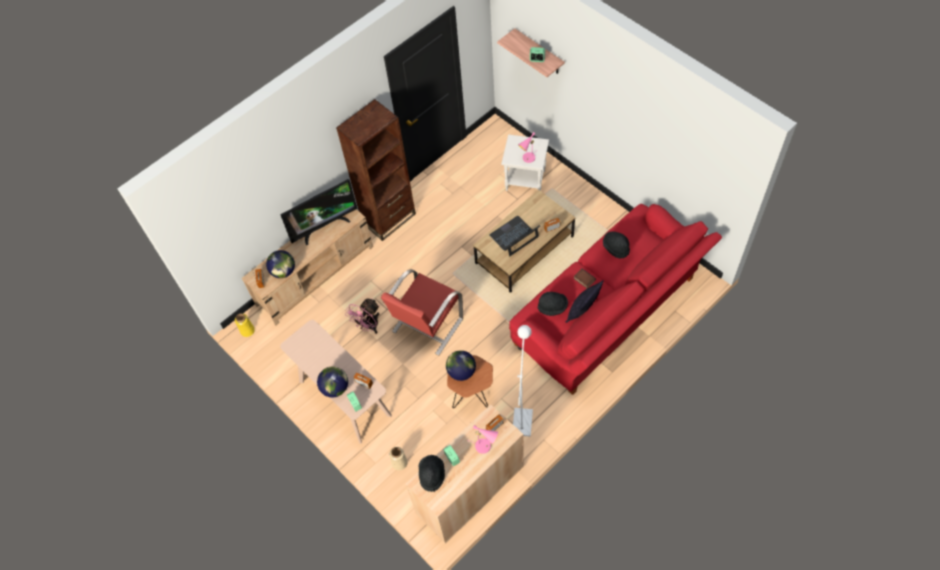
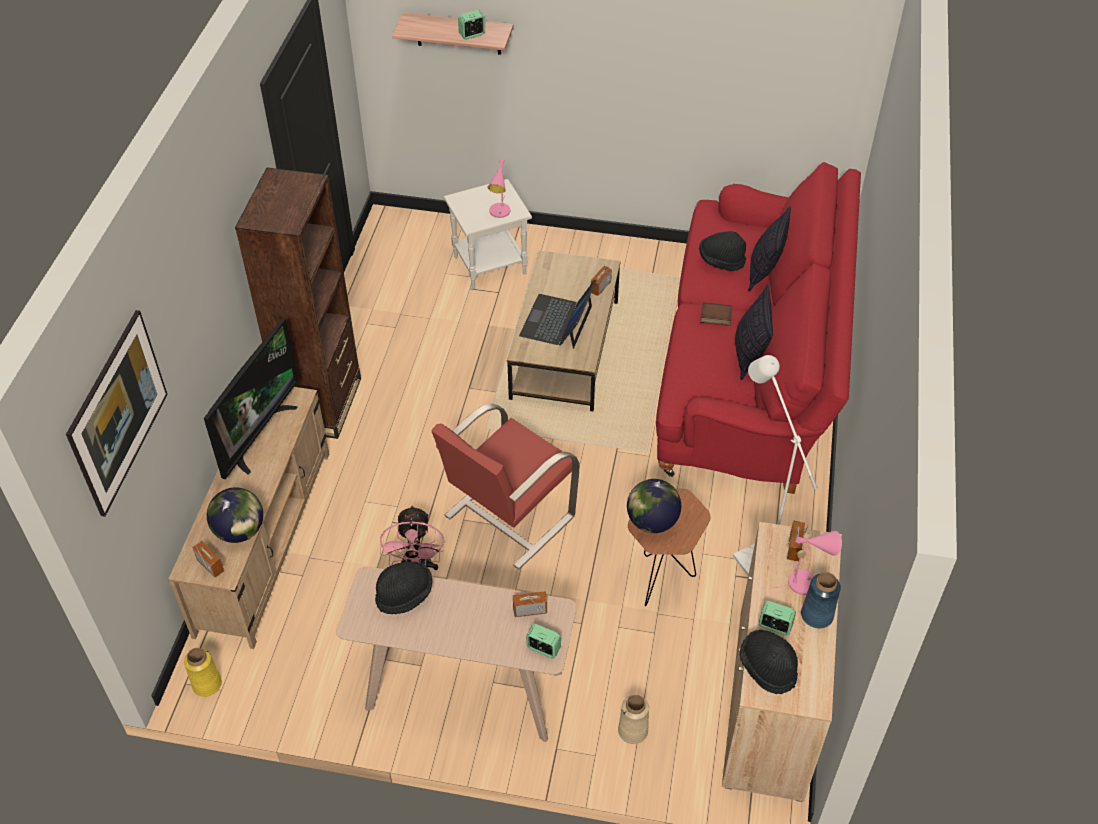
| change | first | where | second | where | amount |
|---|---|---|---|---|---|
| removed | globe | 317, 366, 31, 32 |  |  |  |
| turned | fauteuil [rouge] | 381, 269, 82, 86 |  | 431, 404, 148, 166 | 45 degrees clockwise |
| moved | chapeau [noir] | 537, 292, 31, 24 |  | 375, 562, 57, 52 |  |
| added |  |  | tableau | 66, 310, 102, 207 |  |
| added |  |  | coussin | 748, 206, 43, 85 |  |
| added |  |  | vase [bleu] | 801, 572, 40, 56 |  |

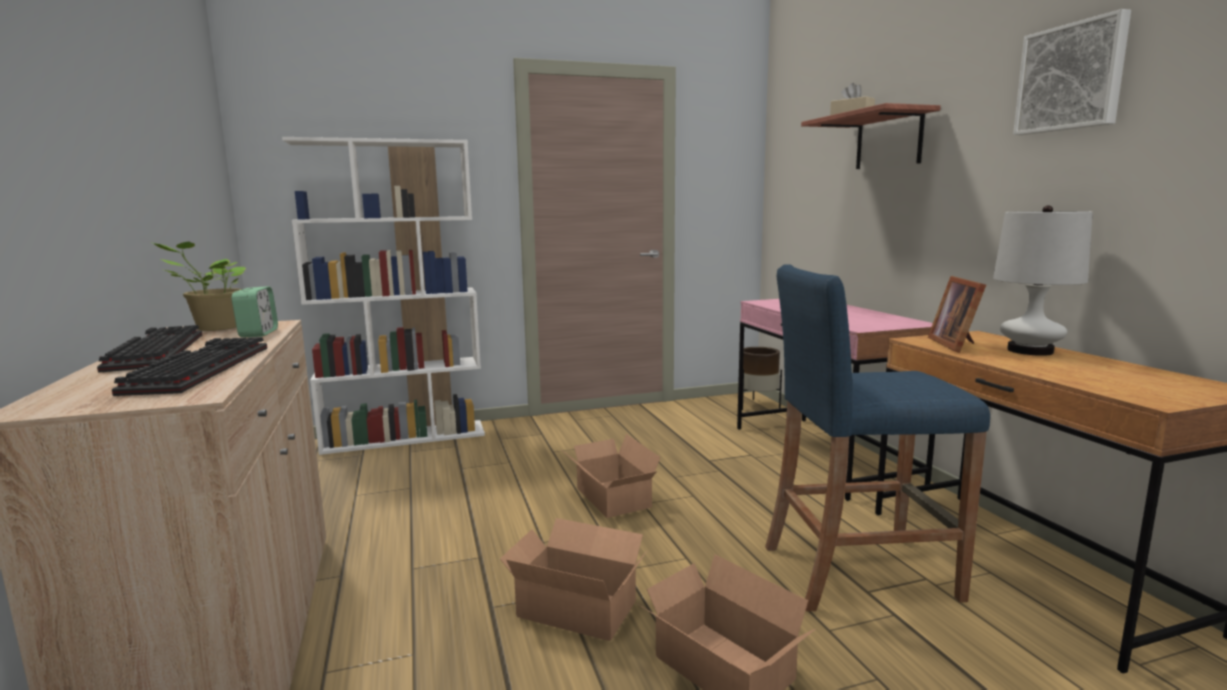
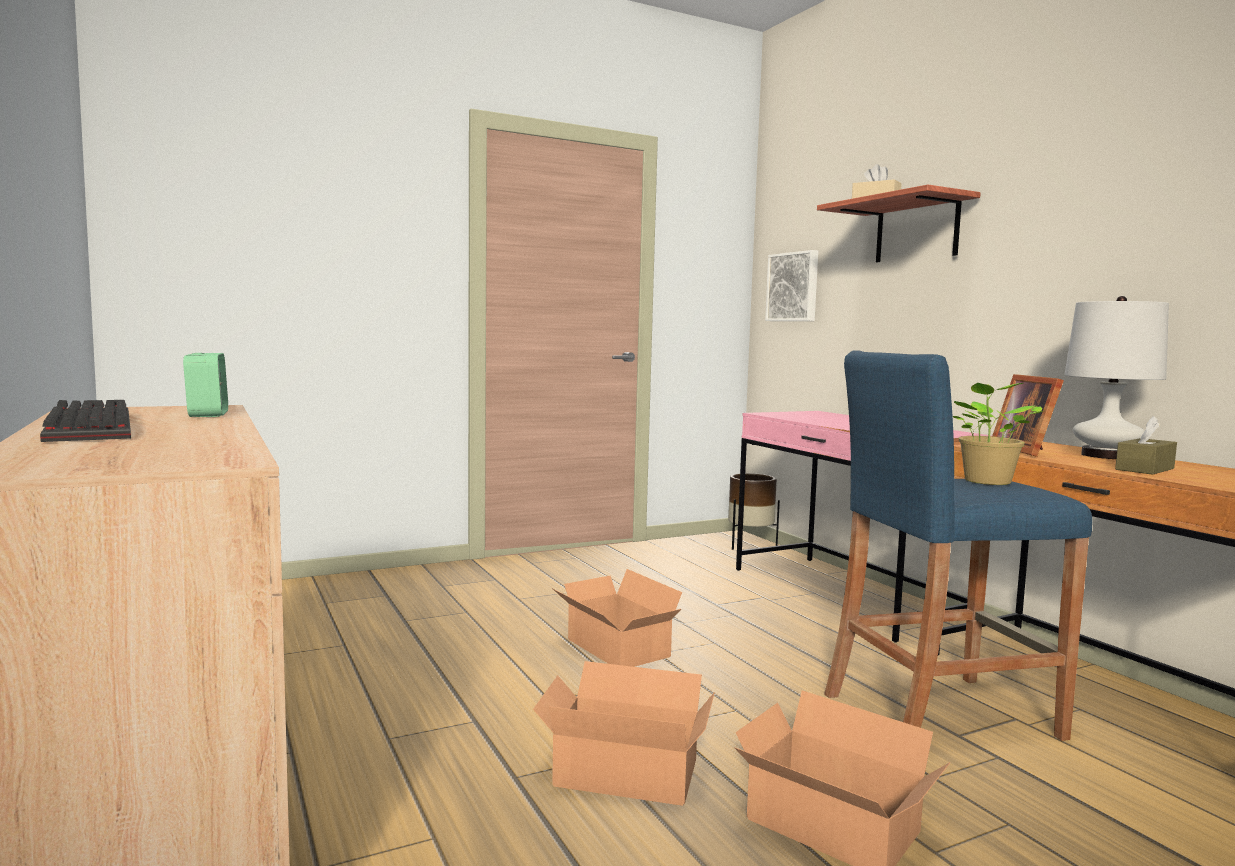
| change | first | where | second | where | amount |
|---|---|---|---|---|---|
| removed | clavier | 112, 337, 155, 59 |  |  |  |
| moved | plante en pot | 153, 242, 93, 89 |  | 953, 383, 90, 102 |  |
| removed | bibliothèque [blanc] | 282, 137, 203, 318 |  |  |  |
| moved | tableau | 1013, 9, 118, 126 |  | 765, 250, 53, 71 |  |
| added |  |  | boîte à mouchoirs [marron] | 1115, 416, 62, 59 |  |

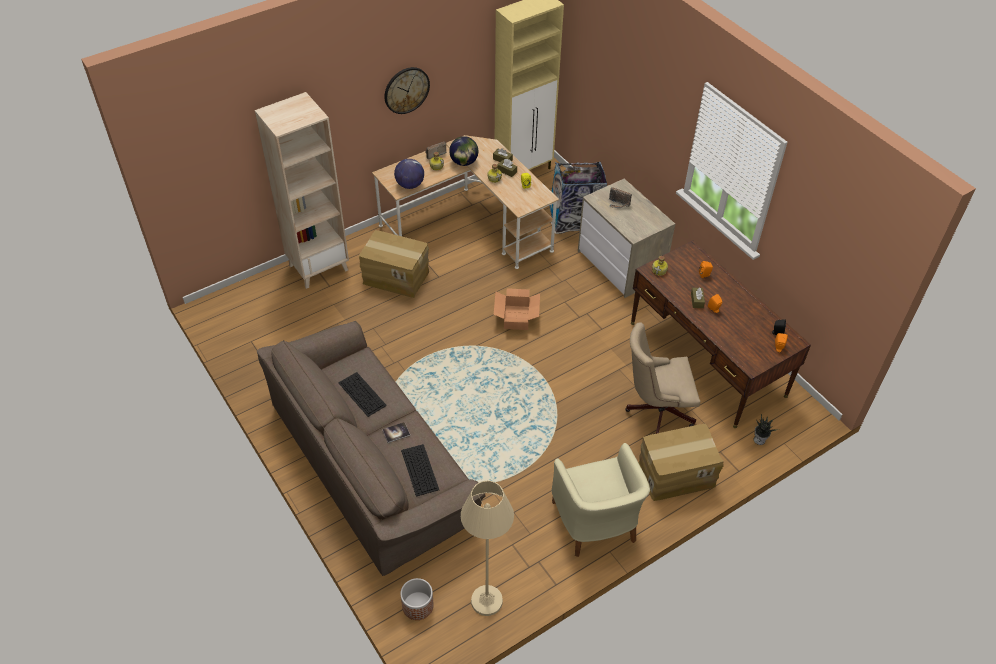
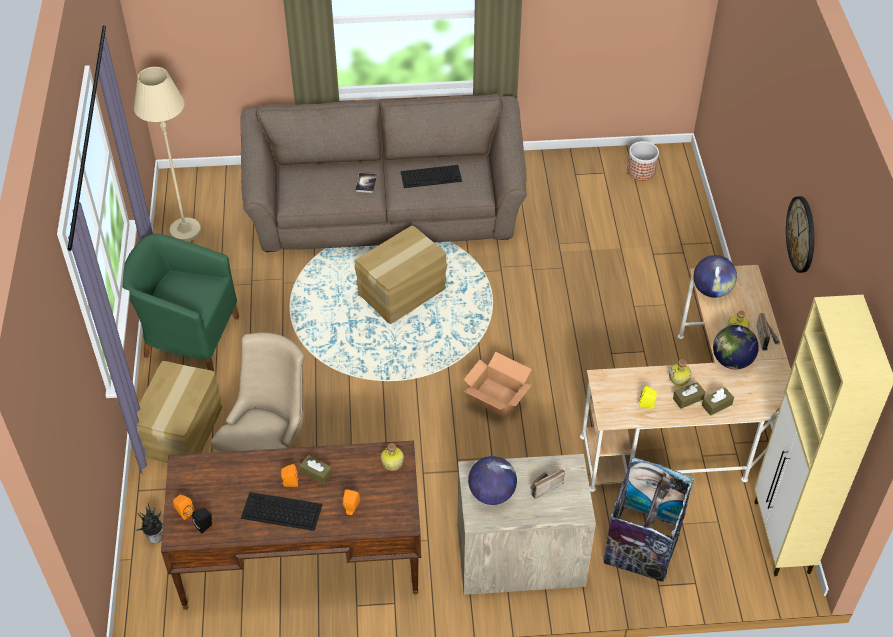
| change | first | where | second | where | amount |
|---|---|---|---|---|---|
| removed | bibliothèque [beige] | 255, 92, 94, 197 |  |  |  |
| moved | carton | 359, 230, 70, 68 |  | 354, 225, 93, 99 |  |
| moved | cache-pot | 400, 578, 34, 42 |  | 627, 141, 32, 40 |  |
| moved | clavier | 401, 444, 38, 53 |  | 241, 492, 81, 39 |  |
| recoloured | fauteuil [beige] | 552, 443, 98, 114 | fauteuil [vert] | 122, 234, 117, 137 |  |
| added |  |  | globe | 468, 456, 49, 49 |  |

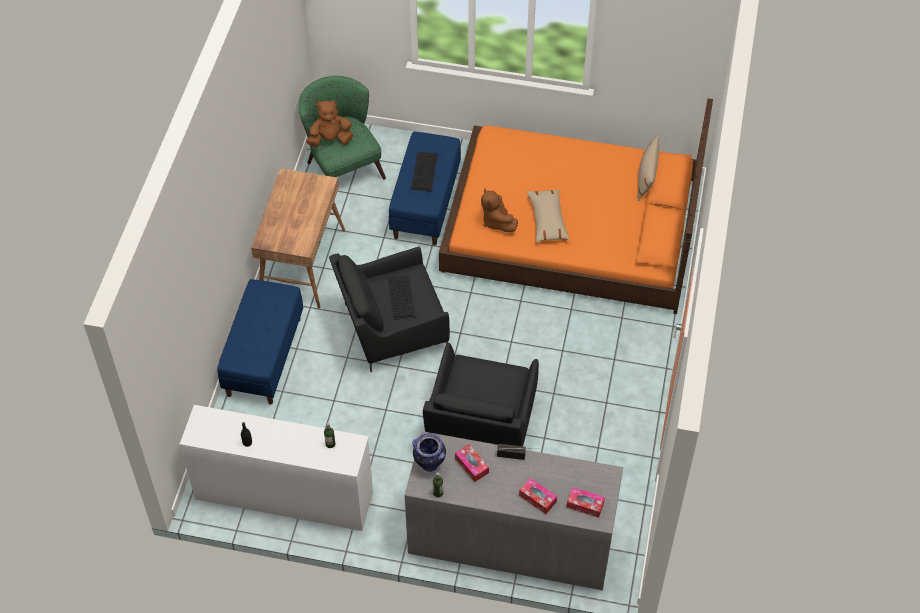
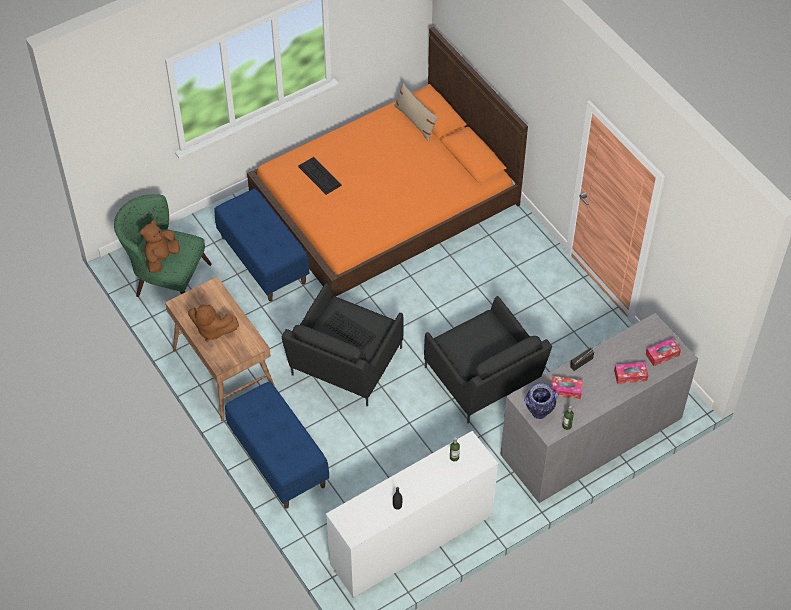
| change | first | where | second | where | amount |
|---|---|---|---|---|---|
| moved | clavier | 411, 152, 27, 39 |  | 298, 157, 44, 38 |  |
| moved | peluche [marron] | 481, 189, 37, 43 |  | 188, 304, 51, 38 |  |
| removed | coussin [beige] | 527, 189, 42, 54 |  |  |  |

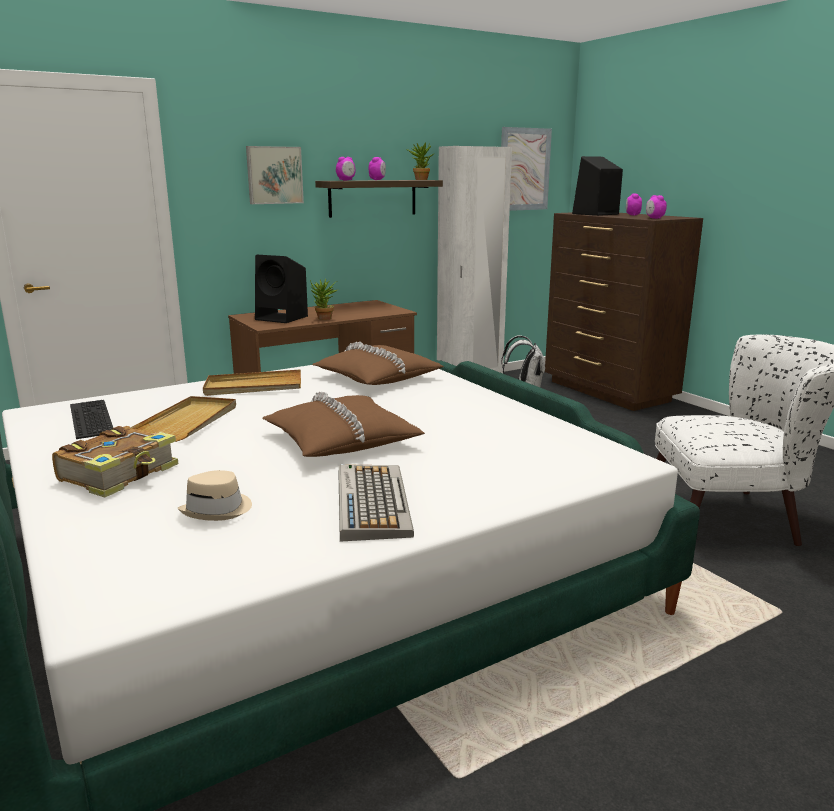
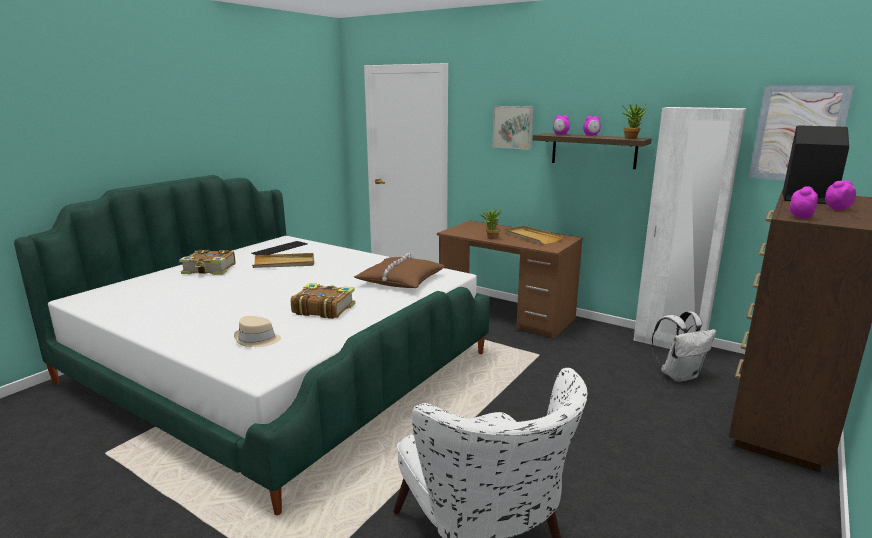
| change | first | where | second | where | amount |
|---|---|---|---|---|---|
| moved | chapeau [beige] | 178, 470, 74, 51 |  | 234, 316, 47, 31 |  |
| moved | plateau [beige] | 203, 369, 98, 27 |  | 504, 226, 59, 18 |  |
| removed | enceinte [noir] | 255, 255, 53, 68 |  |  |  |
| removed | coussin [marron] | 262, 391, 163, 66 |  |  |  |
| removed | clavier | 339, 464, 75, 78 |  |  |  |
| added |  |  | livre | 291, 283, 64, 36 |  |

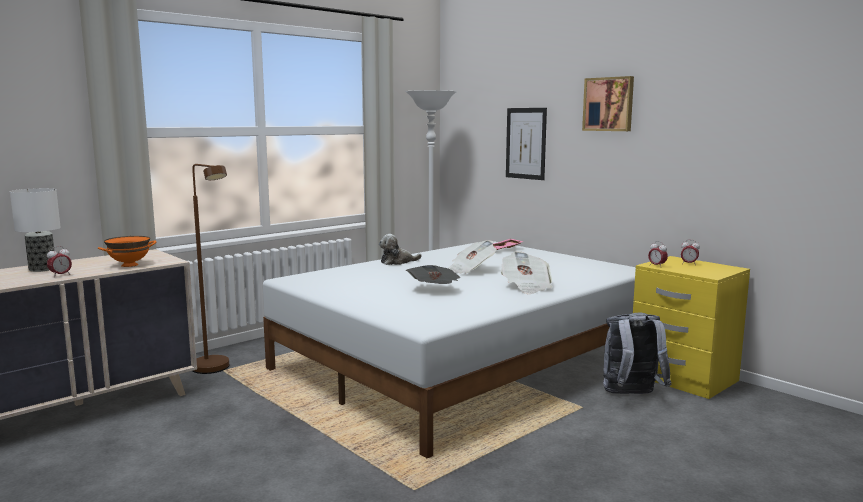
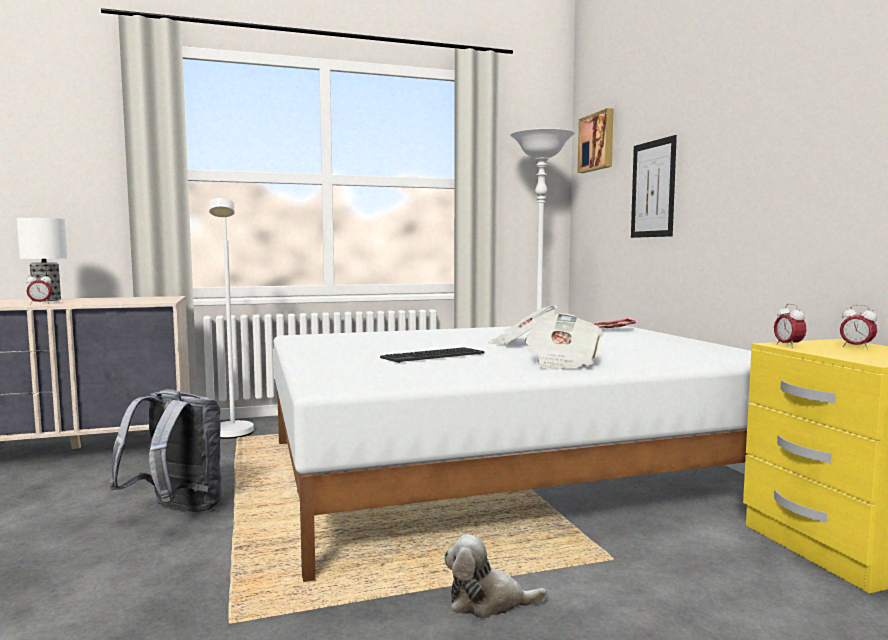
| change | first | where | second | where | amount |
|---|---|---|---|---|---|
| removed | bol [orange] | 98, 236, 58, 31 |  |  |  |
| recoloured | lampadaire [marron] | 192, 164, 37, 210 | lampadaire [blanc] | 209, 198, 45, 241 |  |
| moved | peluche | 379, 234, 43, 31 |  | 444, 534, 103, 85 |  |
| replaced | journal | 406, 265, 54, 19 | clavier | 380, 347, 105, 16 |  |
| moved | tableau | 582, 76, 52, 55 |  | 578, 108, 35, 65 |  |
| moved | sac à dos [gris] | 603, 313, 69, 81 |  | 109, 389, 113, 123 |  |

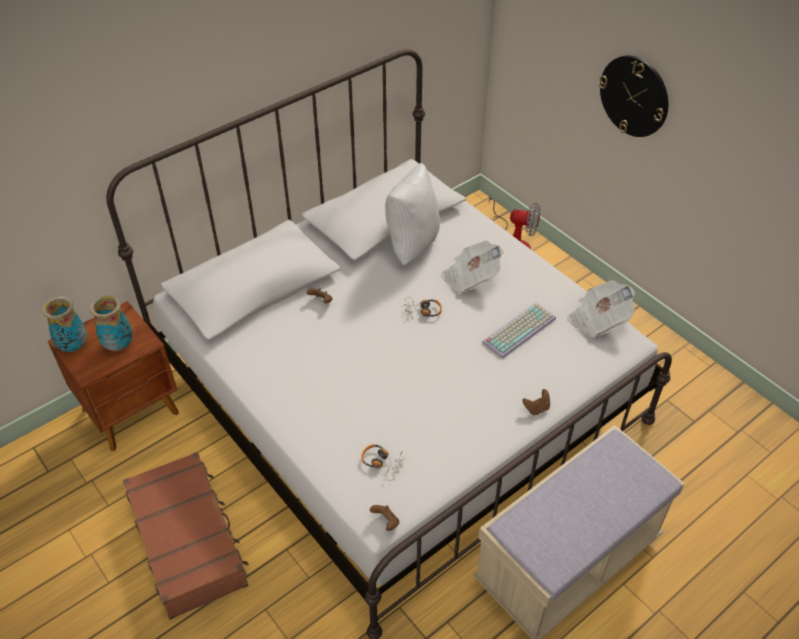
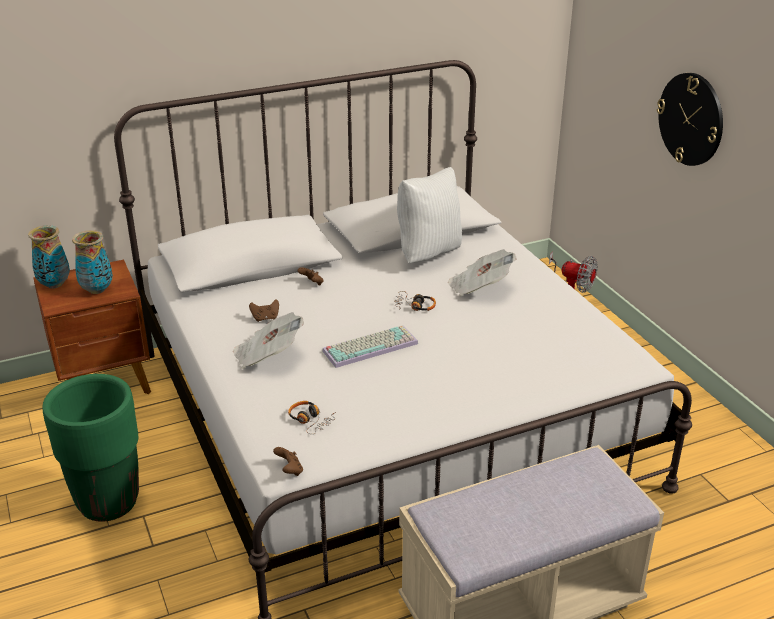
| change | first | where | second | where | amount |
|---|---|---|---|---|---|
| replaced | valise [marron] | 123, 452, 126, 168 | cache-pot [vert] | 43, 374, 96, 148 |  |
| moved | clavier | 482, 303, 74, 56 |  | 322, 325, 96, 43 |  |
| moved | manette [marron] | 523, 389, 27, 26 |  | 249, 299, 30, 23 |  |
| moved | journal | 567, 280, 68, 58 |  | 233, 312, 71, 57 |  |

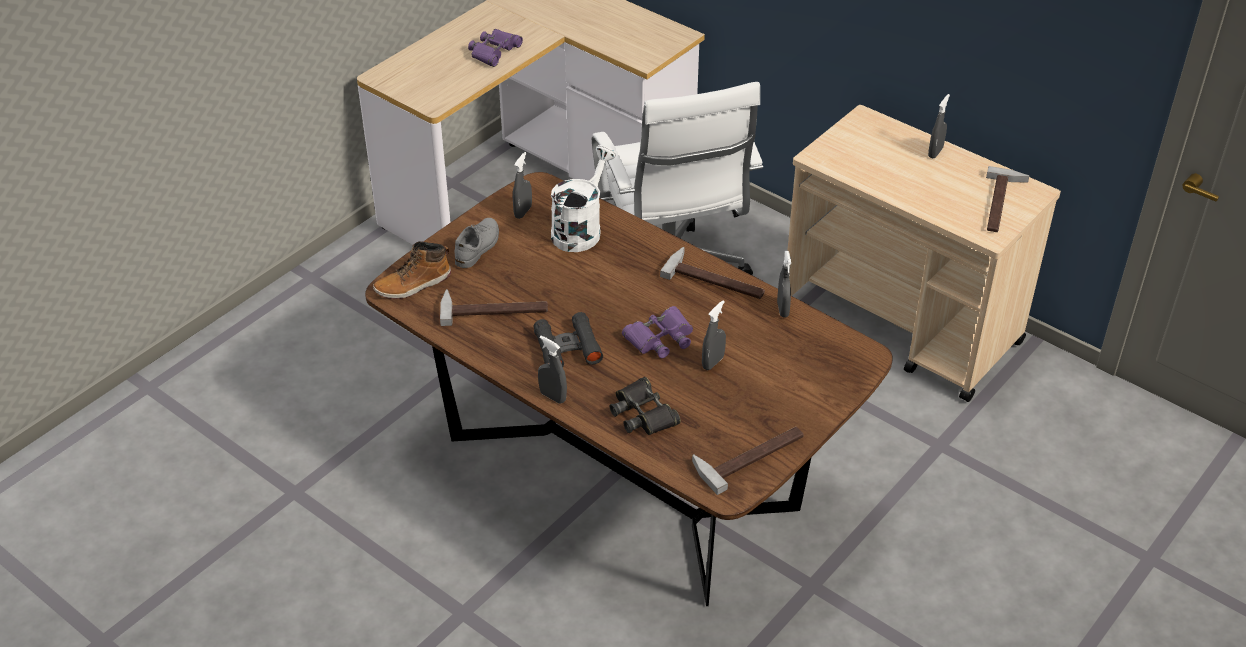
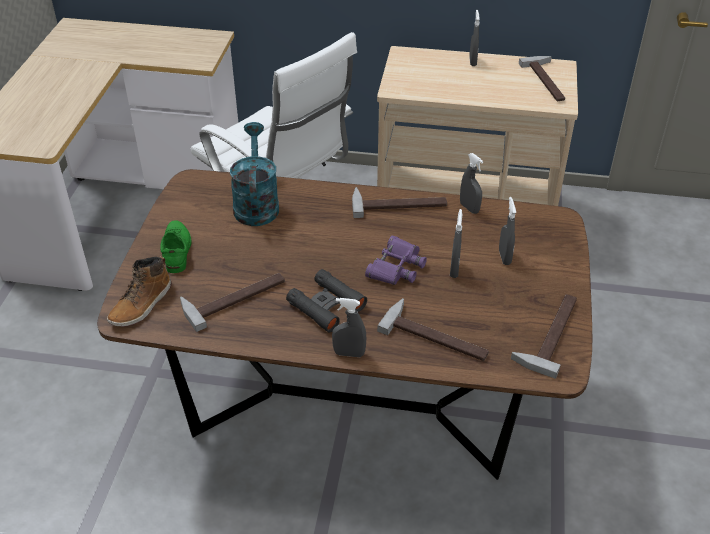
| change | first | where | second | where | amount |
|---|---|---|---|---|---|
| recoloured | chaussure [gris] | 455, 218, 44, 50 | chaussure [vert] | 160, 220, 32, 53 |  |
| removed | jumelles [violet] | 468, 29, 55, 38 |  |  |  |
| moved | vaporisateur [gris] | 513, 152, 19, 67 |  | 499, 197, 17, 68 |  |
| recoloured | arrosoir [blanc] | 551, 145, 65, 107 | arrosoir [turquoise] | 230, 122, 49, 104 |  |
| replaced | jumelles [noir] | 610, 377, 71, 58 | marteau | 377, 298, 112, 63 |  |

